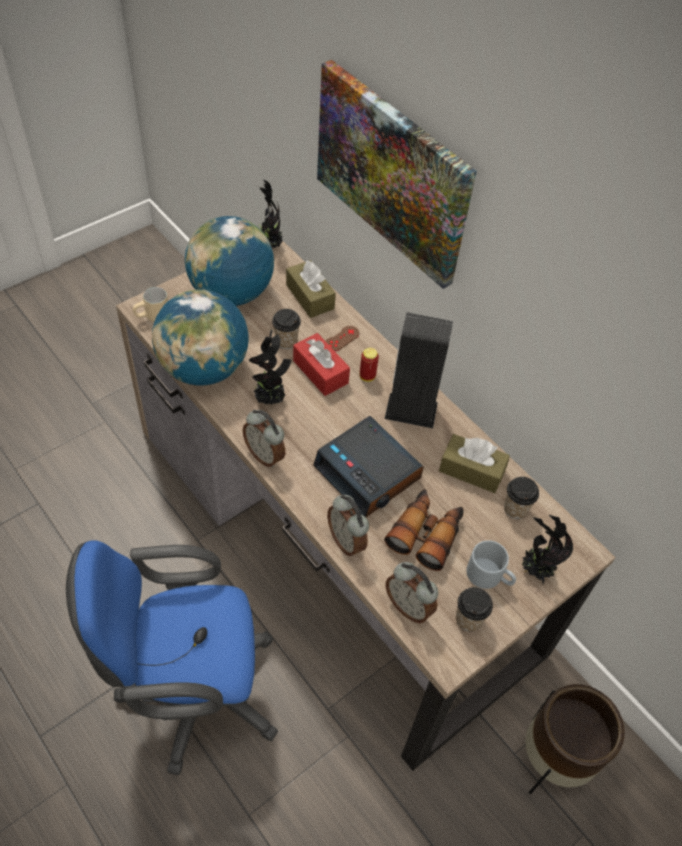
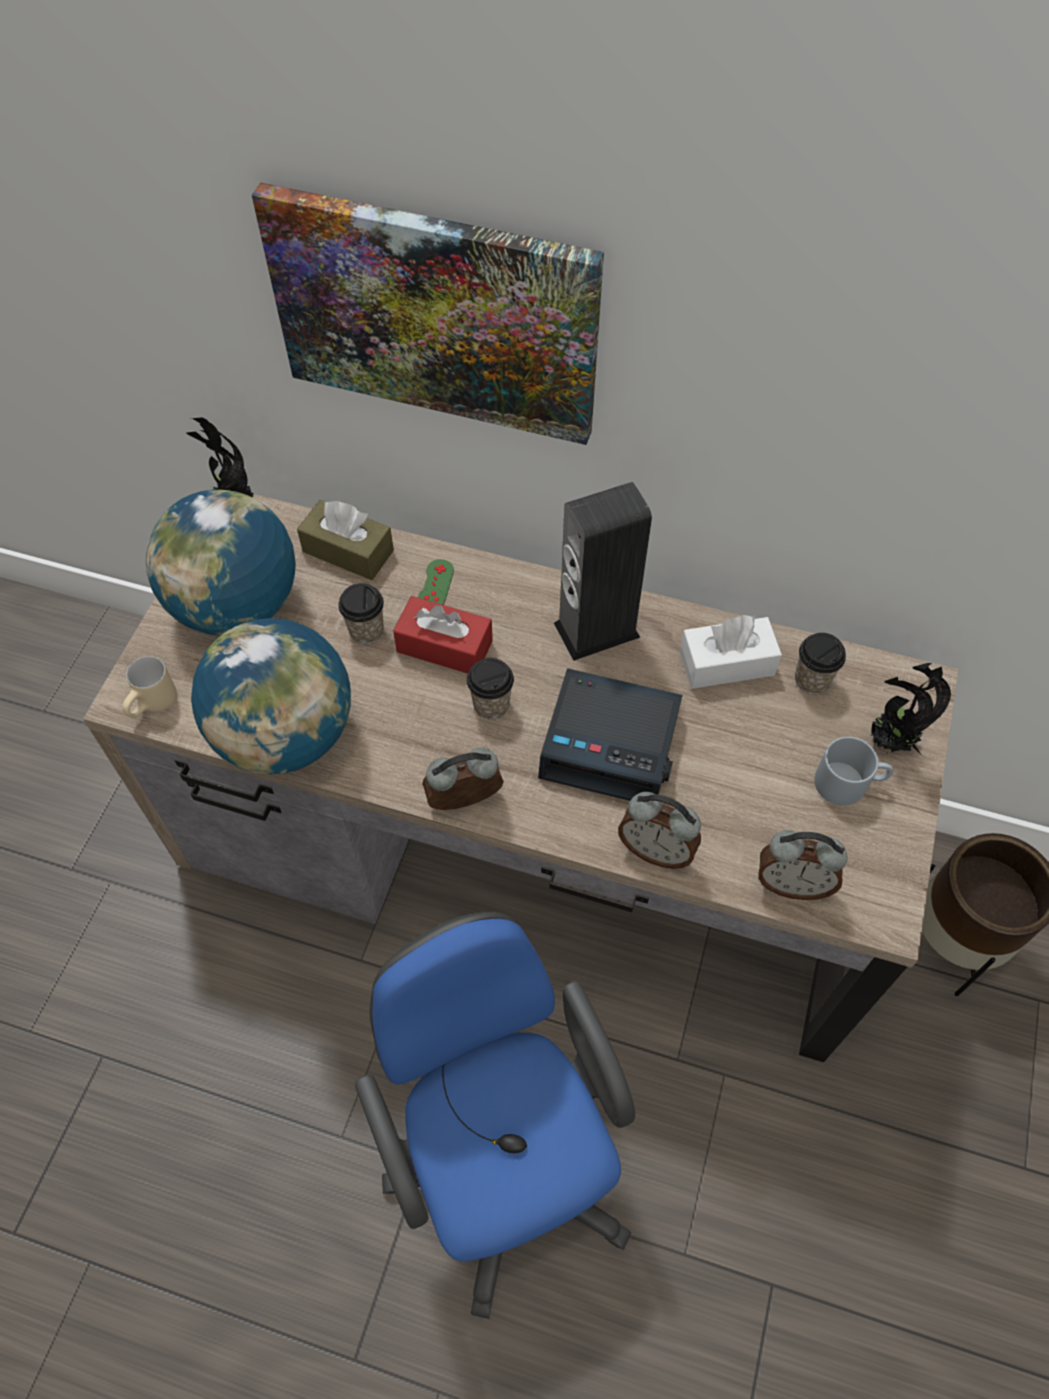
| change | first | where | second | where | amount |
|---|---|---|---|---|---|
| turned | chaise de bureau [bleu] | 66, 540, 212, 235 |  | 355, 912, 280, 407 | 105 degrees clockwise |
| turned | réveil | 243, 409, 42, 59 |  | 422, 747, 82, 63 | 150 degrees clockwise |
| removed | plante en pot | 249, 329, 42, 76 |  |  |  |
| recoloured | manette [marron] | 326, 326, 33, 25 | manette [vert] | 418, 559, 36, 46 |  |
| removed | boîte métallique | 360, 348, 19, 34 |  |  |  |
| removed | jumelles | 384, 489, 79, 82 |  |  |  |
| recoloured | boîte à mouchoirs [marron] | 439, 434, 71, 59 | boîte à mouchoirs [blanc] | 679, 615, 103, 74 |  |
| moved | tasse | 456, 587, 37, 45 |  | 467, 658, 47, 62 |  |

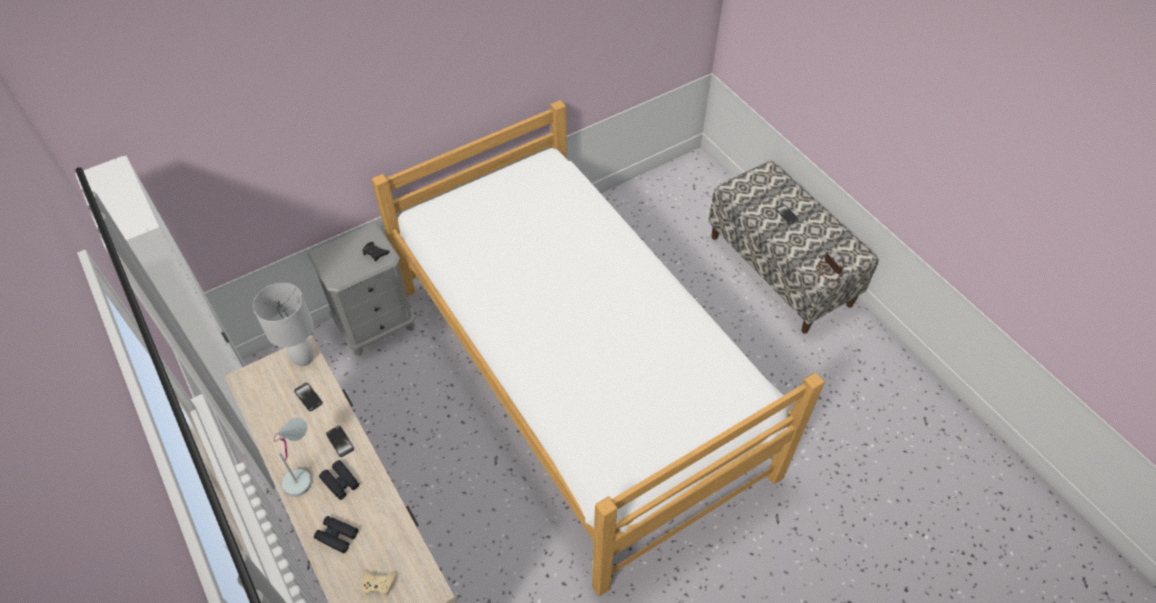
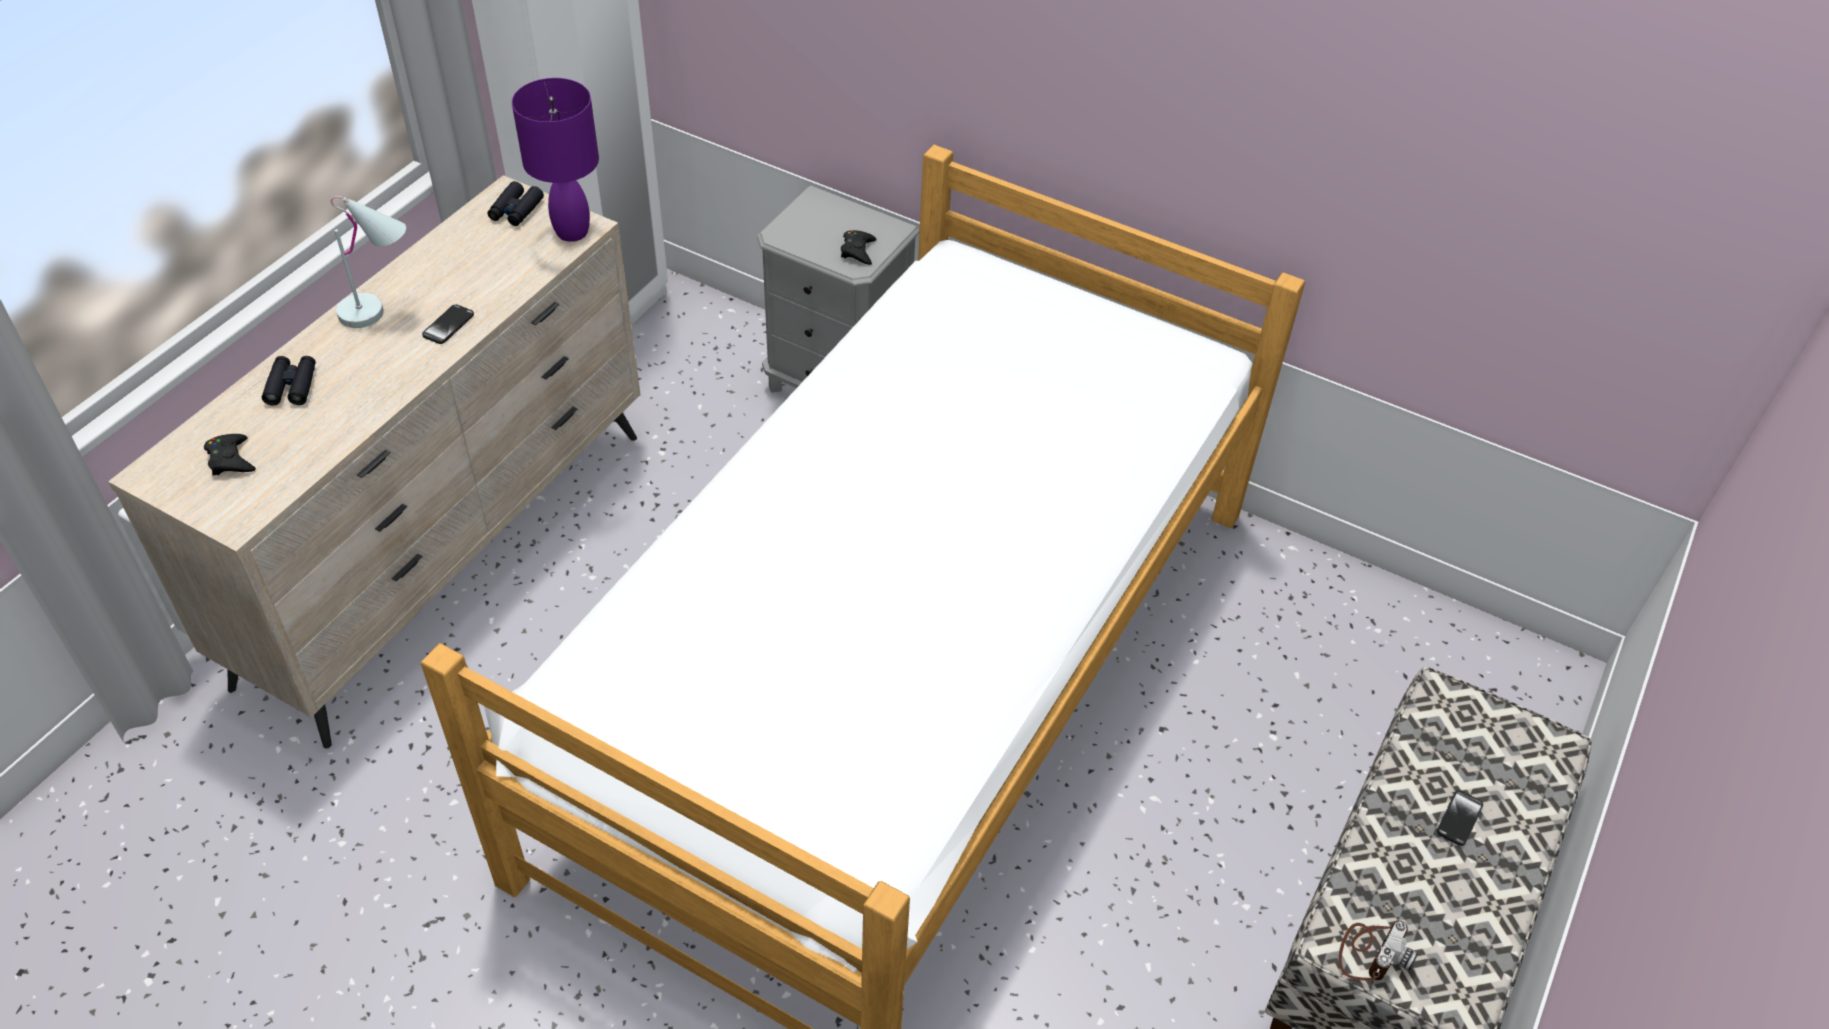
| change | first | where | second | where | amount |
|---|---|---|---|---|---|
| recoloured | lampe de table [blanc] | 253, 283, 61, 83 | lampe de table [violet] | 512, 78, 87, 164 |  |
| removed | téléphone | 294, 383, 29, 28 |  |  |  |
| moved | jumelles [noir] | 319, 460, 40, 40 |  | 487, 181, 57, 45 |  |
| recoloured | manette [beige] | 362, 570, 35, 26 | manette [noir] | 204, 434, 52, 42 |  |

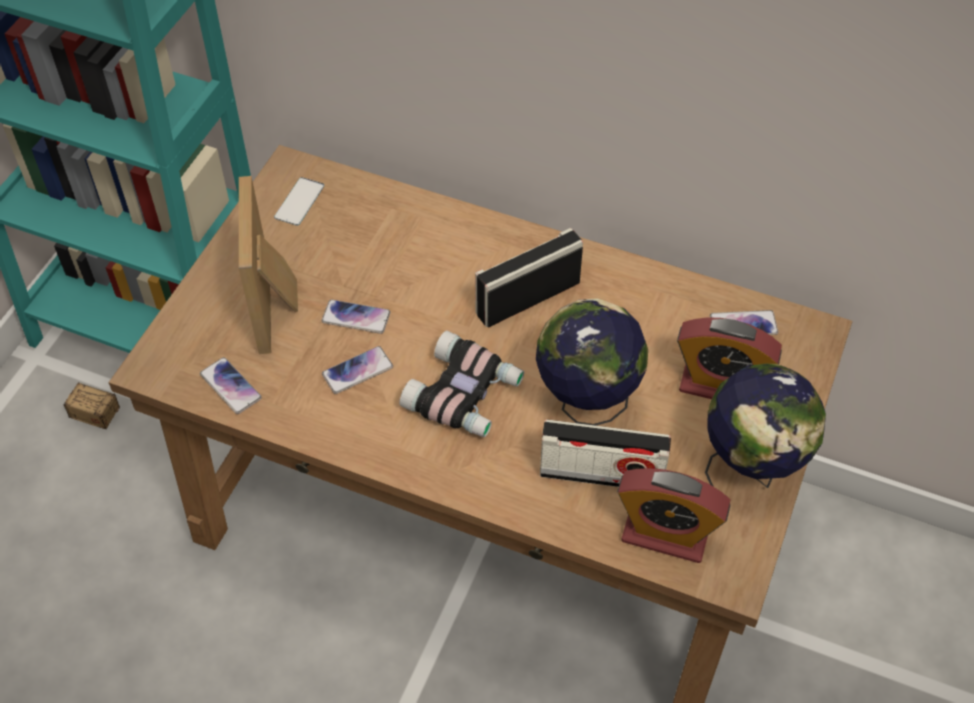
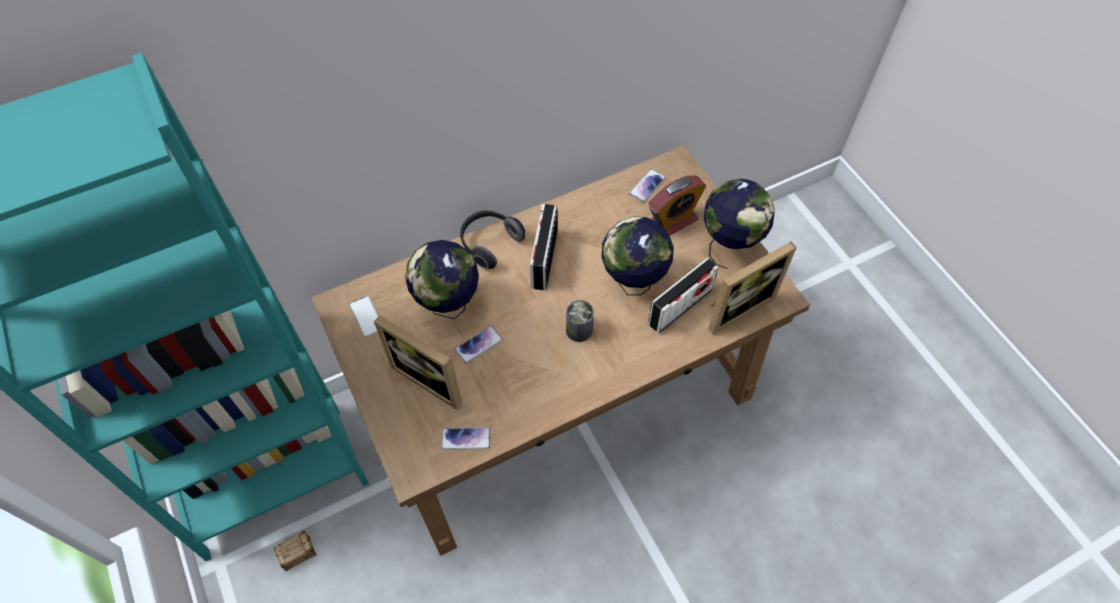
| change | first | where | second | where | amount |
|---|---|---|---|---|---|
| removed | téléphone | 322, 346, 71, 48 |  |  |  |
| replaced | jumelles | 399, 331, 125, 106 | boîte métallique | 566, 300, 28, 42 |  |
| replaced | réveil | 617, 468, 113, 95 | cadre photo | 708, 241, 89, 94 |  |
| added |  |  | globe | 405, 240, 74, 79 |  |
| added |  |  | casque audio | 460, 210, 65, 59 |  |

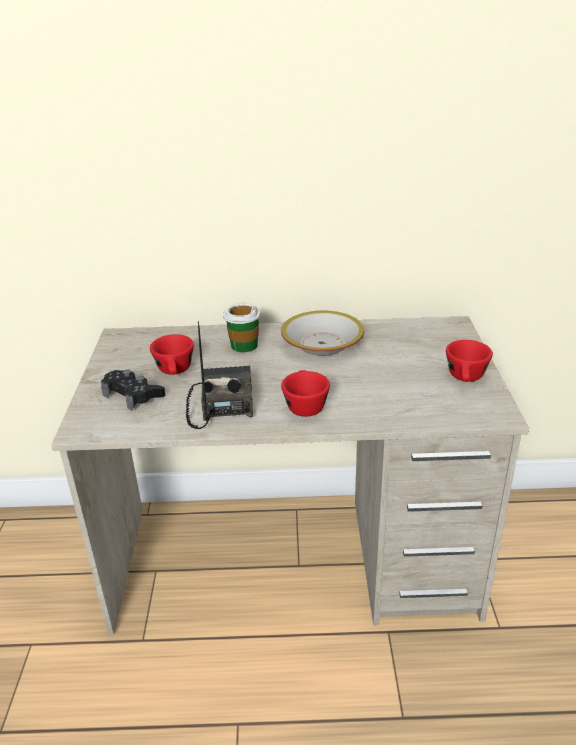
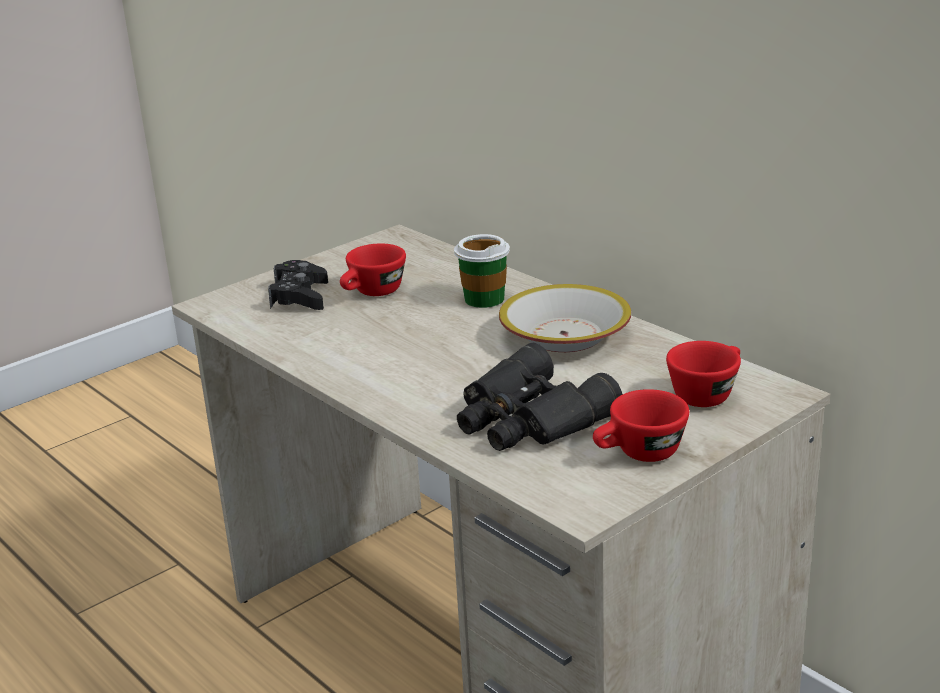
| change | first | where | second | where | amount |
|---|---|---|---|---|---|
| removed | radio | 186, 321, 67, 108 |  |  |  |
| moved | tasse [rouge] | 281, 370, 49, 47 |  | 666, 341, 75, 66 |  |
| added |  |  | jumelles [noir] | 457, 343, 166, 108 |  |

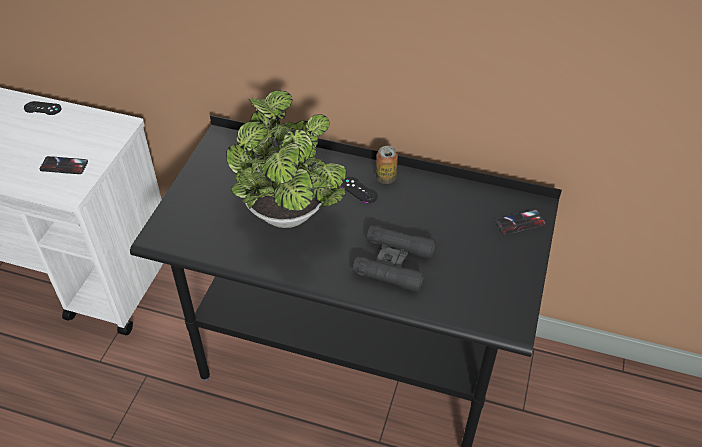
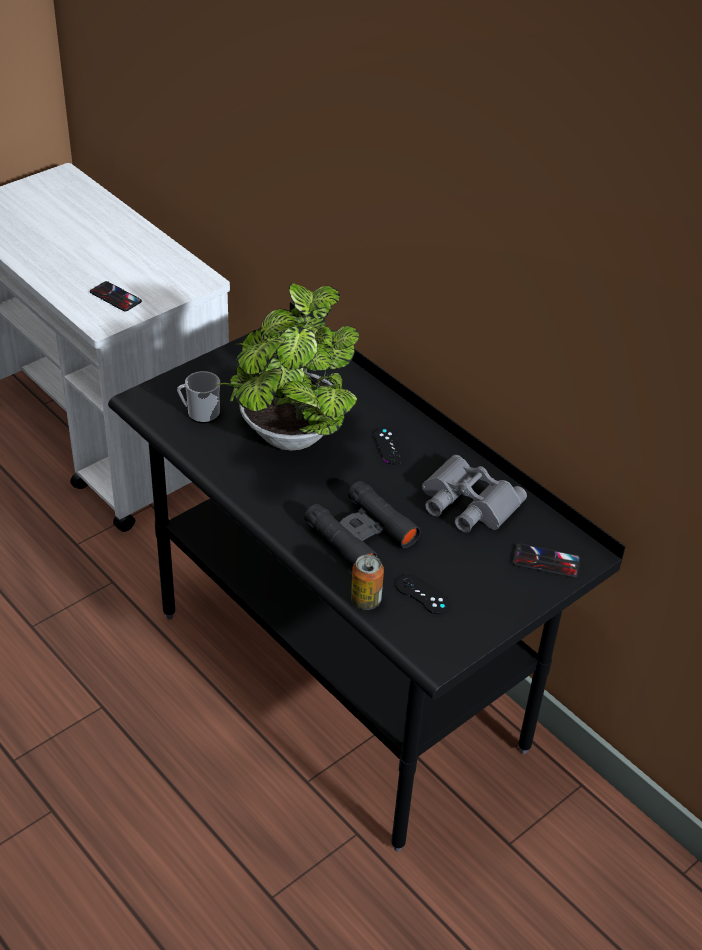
| change | first | where | second | where | amount |
|---|---|---|---|---|---|
| moved | manette [noir] | 24, 101, 38, 14 |  | 396, 575, 55, 39 |  |
| moved | boîte métallique | 376, 146, 22, 38 |  | 351, 555, 33, 55 |  |
| added |  |  | mug | 177, 371, 43, 52 |  |
| added |  |  | jumelles [gris] | 422, 455, 105, 78 |  |

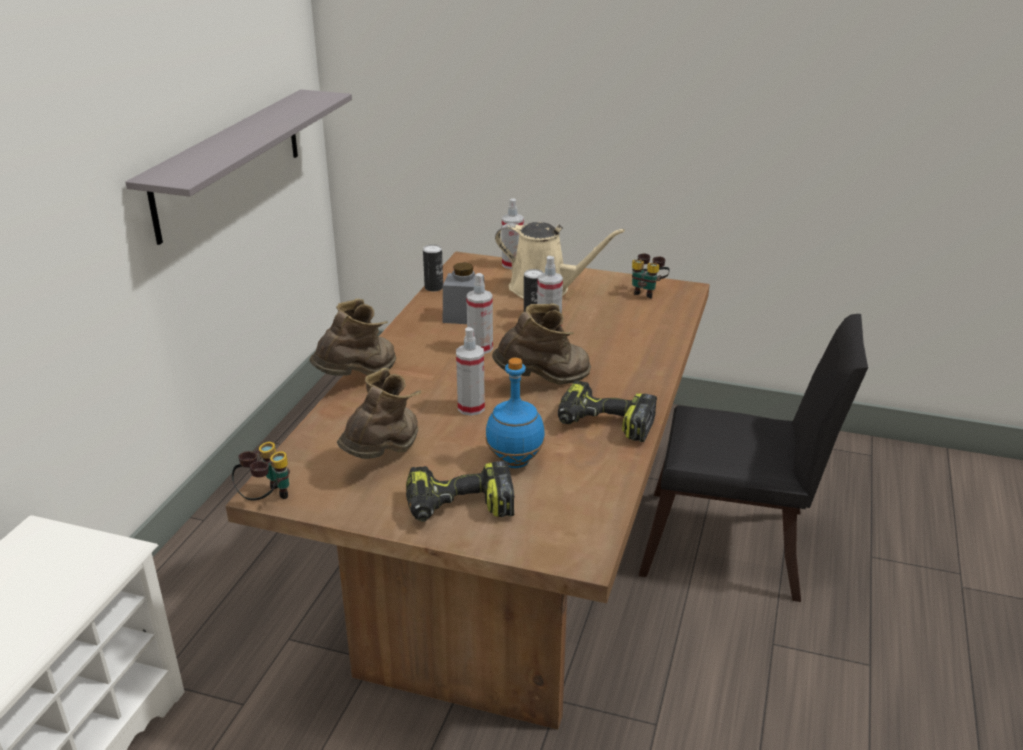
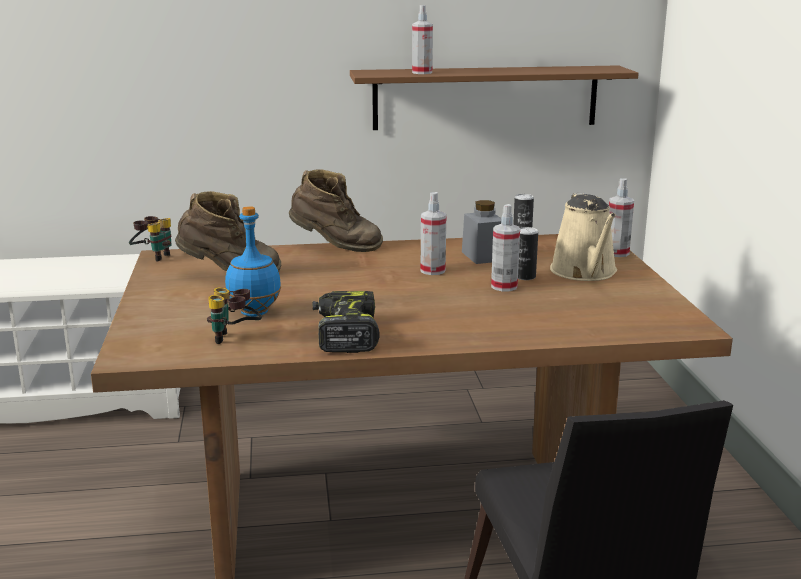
| change | first | where | second | where | amount |
|---|---|---|---|---|---|
| recoloured | étagère [gris] | 125, 89, 227, 156 | étagère [marron] | 350, 65, 289, 65 |  |
| removed | perceuse | 406, 461, 108, 61 |  |  |  |
| moved | vaporisateur | 456, 327, 29, 89 |  | 412, 5, 21, 69 |  |
| removed | botte [marron] | 492, 303, 99, 82 |  |  |  |
| moved | jumelles | 632, 253, 38, 46 |  | 207, 287, 55, 57 |  |

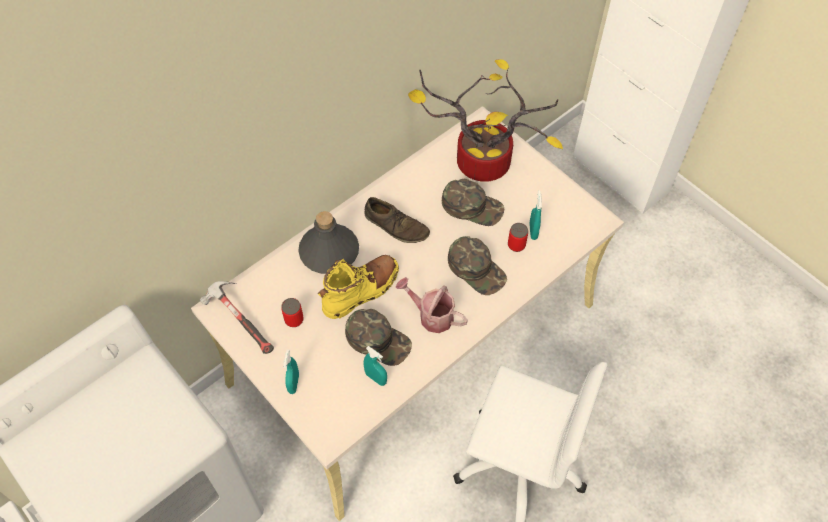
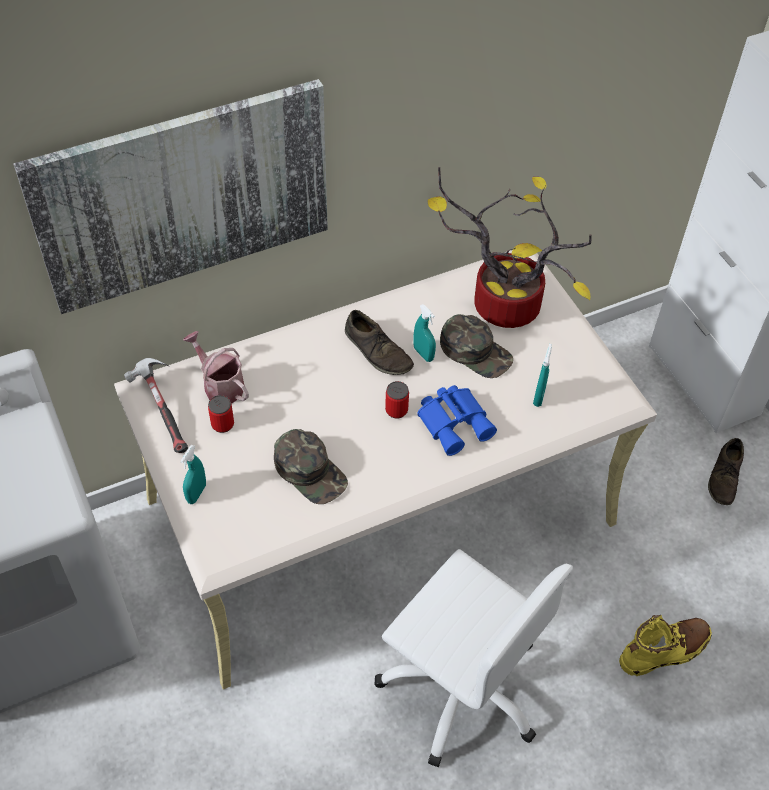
| change | first | where | second | where | amount |
|---|---|---|---|---|---|
| removed | bouteille [gris] | 298, 211, 61, 63 |  |  |  |
| moved | botte [jaune] | 318, 255, 81, 64 |  | 619, 615, 93, 61 |  |
| moved | vaporisateur [turquoise] | 364, 346, 23, 40 |  | 413, 304, 23, 58 |  |
| moved | arrosoir | 396, 277, 72, 56 |  | 183, 331, 66, 73 |  |
| replaced | casquette [vert] | 448, 236, 59, 59 | jumelles [bleu] | 417, 385, 80, 71 |  |
| moved | boîte métallique | 508, 223, 20, 29 |  | 385, 381, 24, 38 |  |
| added |  |  | tableau | 13, 79, 315, 235 |  |
| added |  |  | chaussure [marron] | 708, 438, 36, 67 |  |

